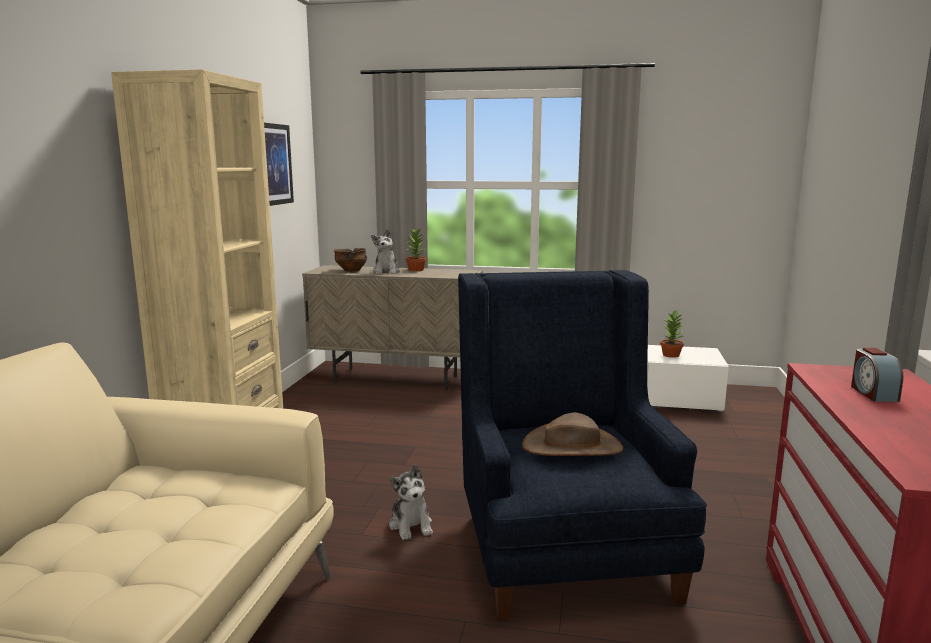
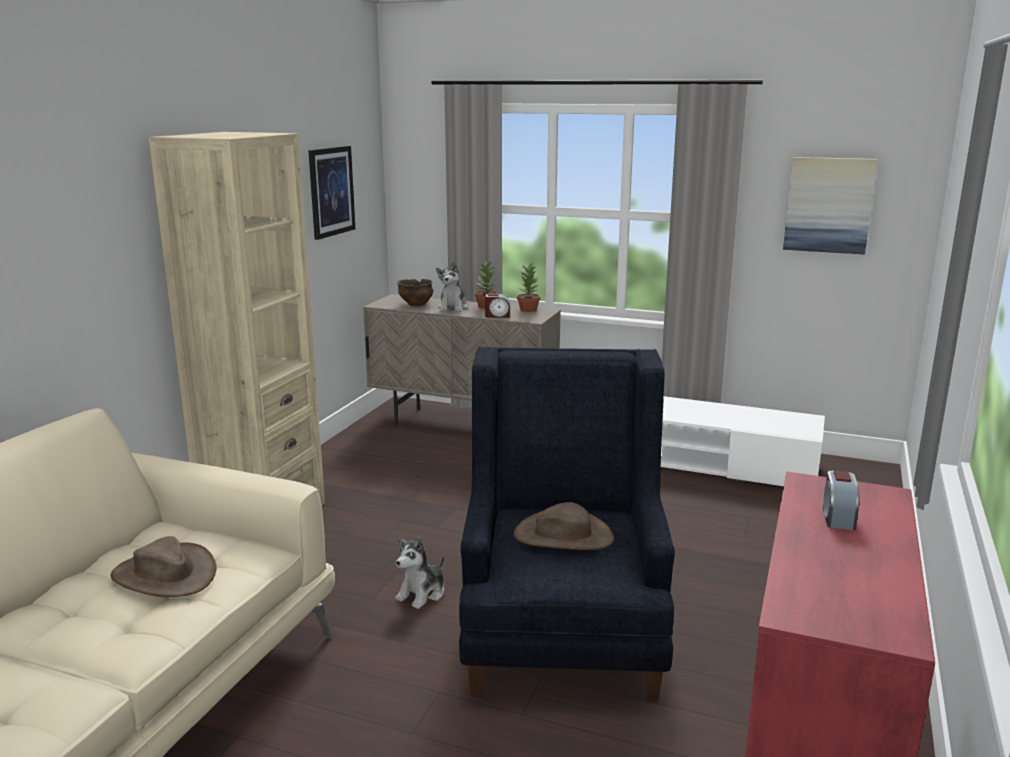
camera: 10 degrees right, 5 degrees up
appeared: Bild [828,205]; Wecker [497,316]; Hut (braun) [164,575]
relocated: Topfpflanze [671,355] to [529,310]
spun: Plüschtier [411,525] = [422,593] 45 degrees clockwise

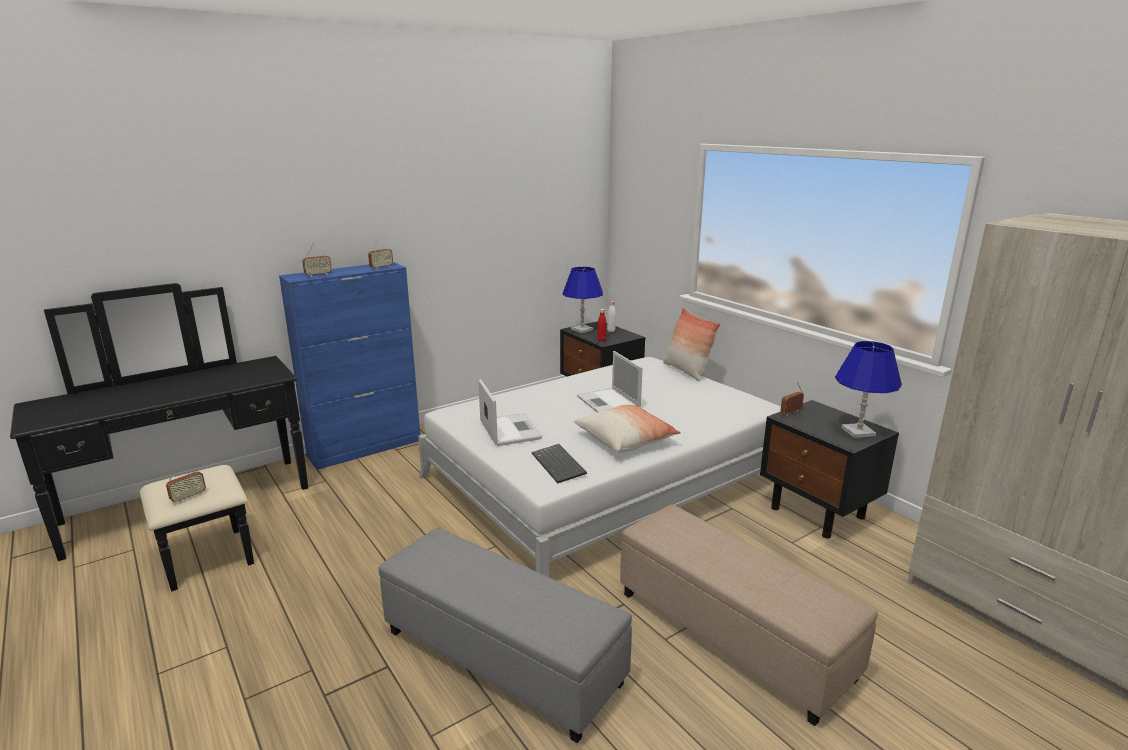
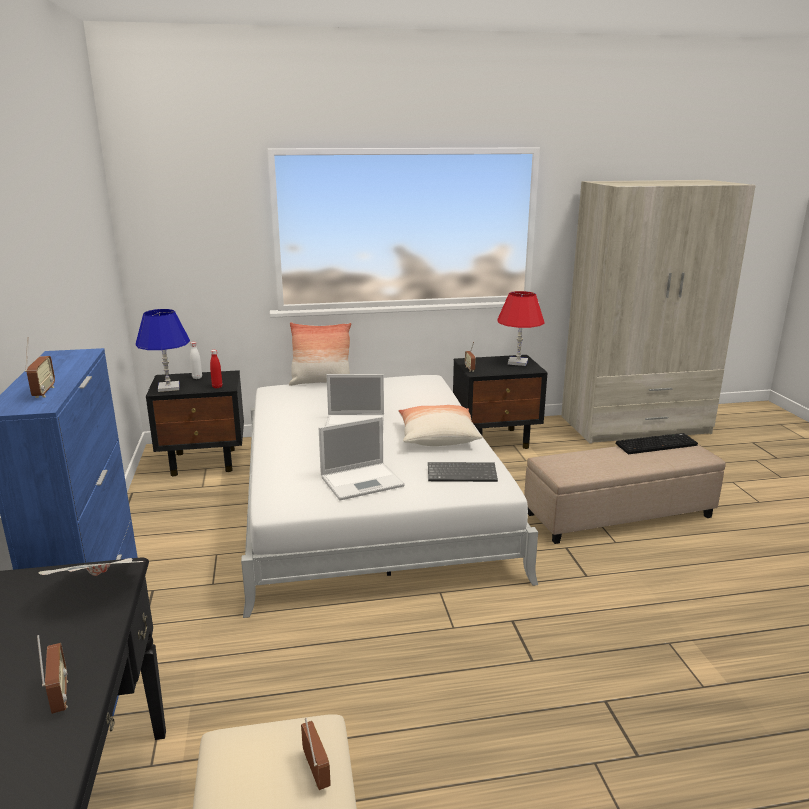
camera: 65 degrees left, 0 degrees up
missing: Polsterhocker (grau) [502,656]
appeared: Tastatur [656,444]; Zeitung [101,588]
relocated: Radio [381,267] to [59,696]
colour: Tischlampe (blau) [858,432] to Tischlampe (rot) [518,362]
spun: Laptop [509,430] = [363,481] 150 degrees clockwise

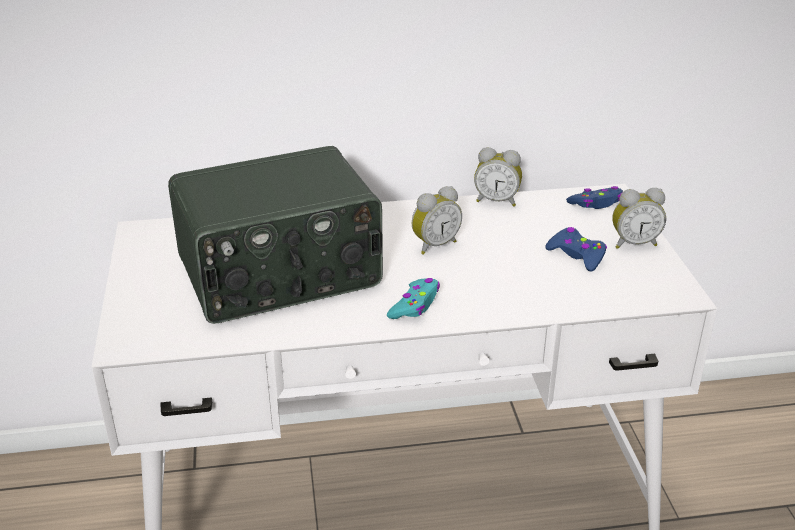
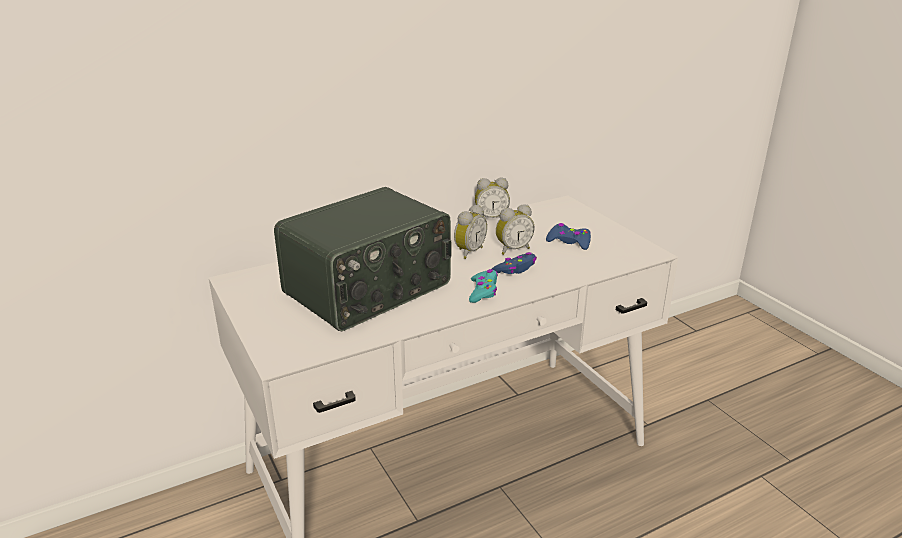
camera: 20 degrees left, 5 degrees down
relocated: Gamepad (blau) [596,203] to [515,269]; Wecker [633,243] to [512,249]

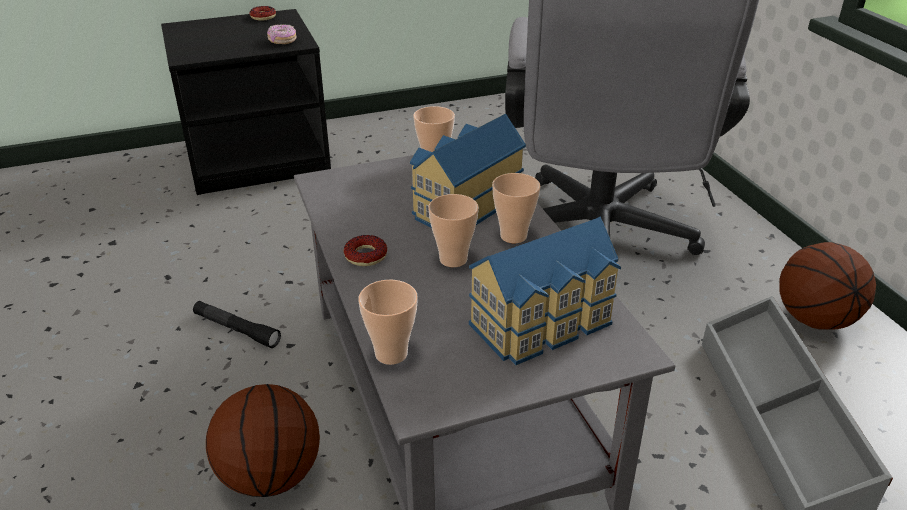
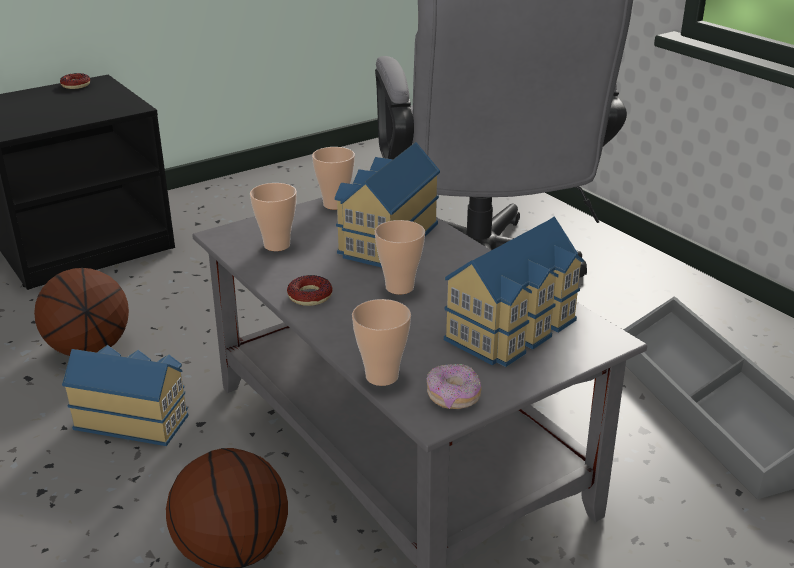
camera: 15 degrees left, 5 degrees down
relocated: Donut [282,41] to [453,397]; Tasse [513,236] to [277,245]; Basketball [814,318] to [89,348]
exchanged: Taschenlampe (schwarz) [236,330] to Spielzeughaus [133,418]

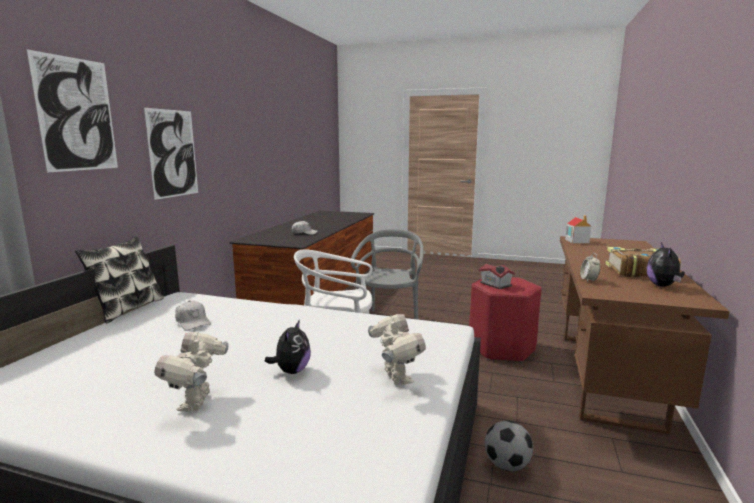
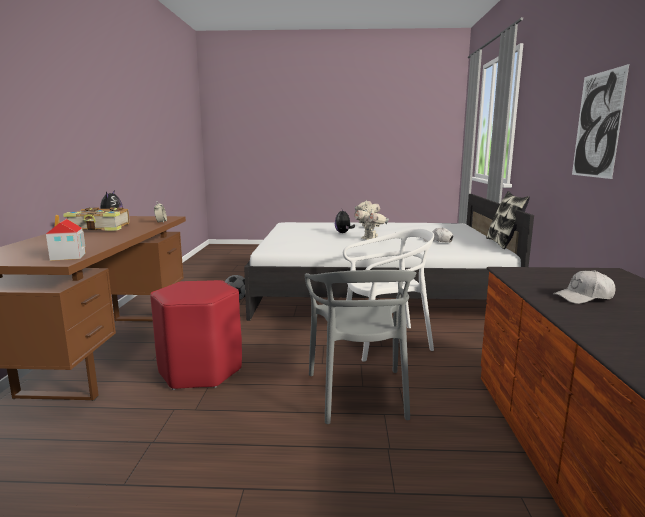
camera: 165 degrees right, 0 degrees up
missing: Bild [76,115]; Spielzeughaus [495,284]
relocated: Spielzeugroboter [395,378] to [370,239]

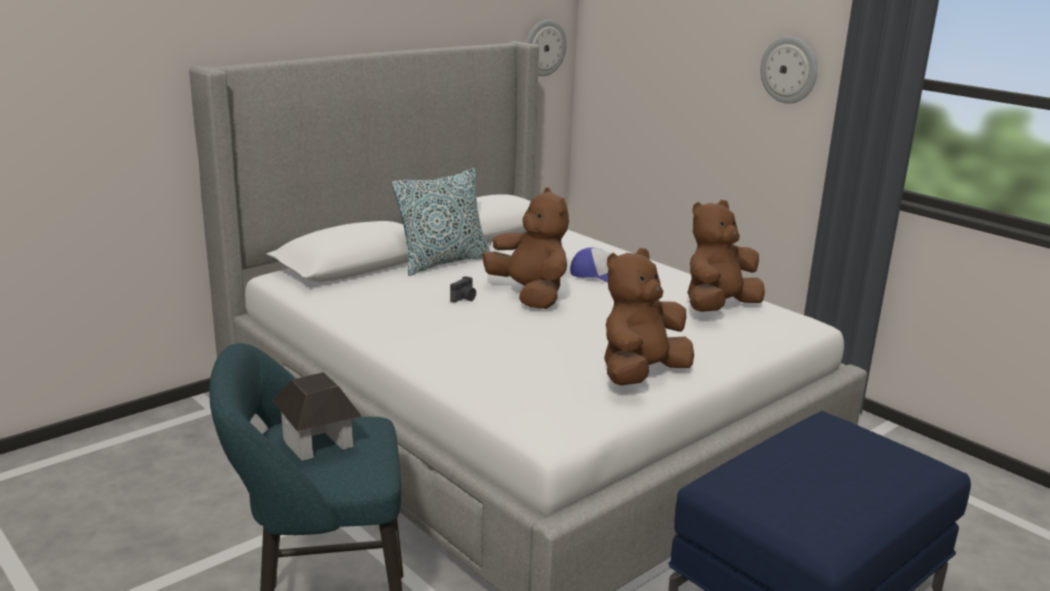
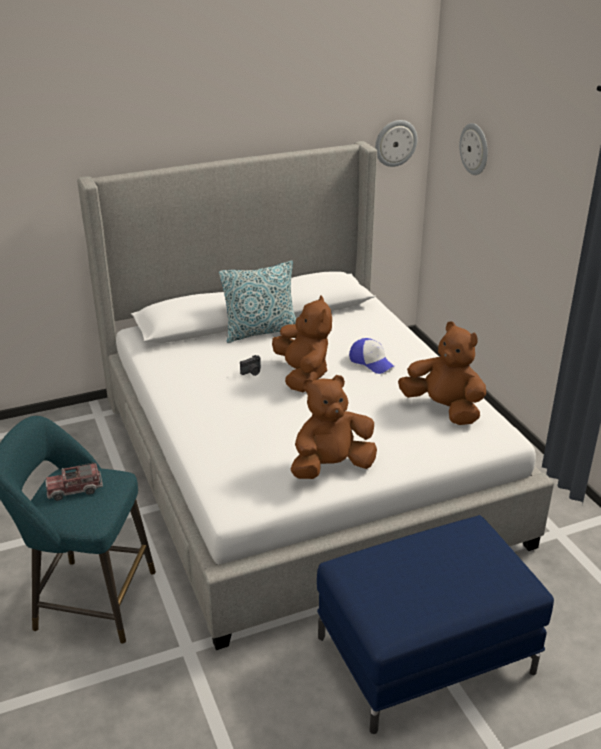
camera: 20 degrees right, 10 degrees up
relocated: Wanduhr [789,70] to [474,149]
exchanged: Spielzeughaus [318,442] to Spielzeuglaster [75,489]
spun: Plüschtier (braun) [718,307] = [443,409] 60 degrees clockwise

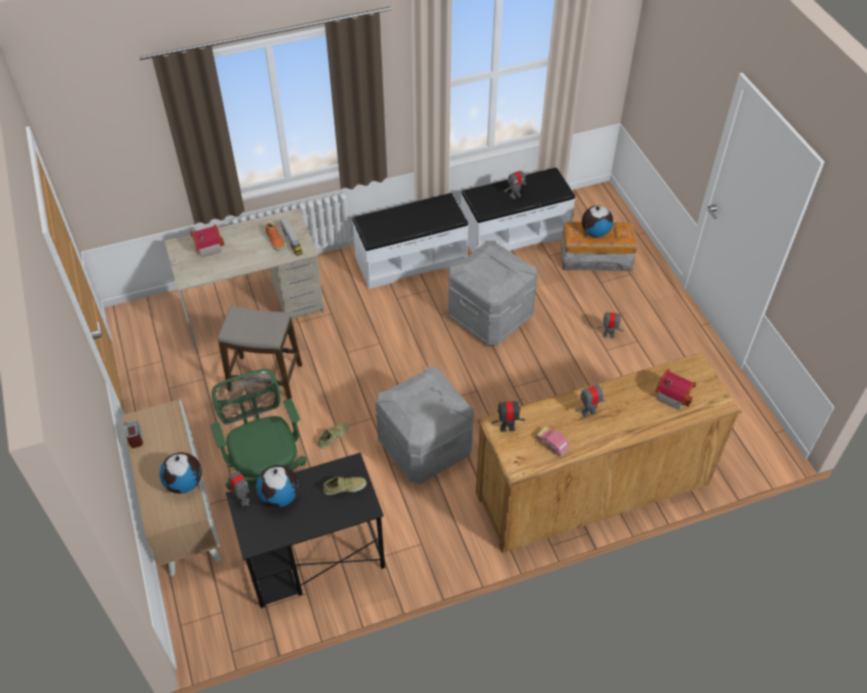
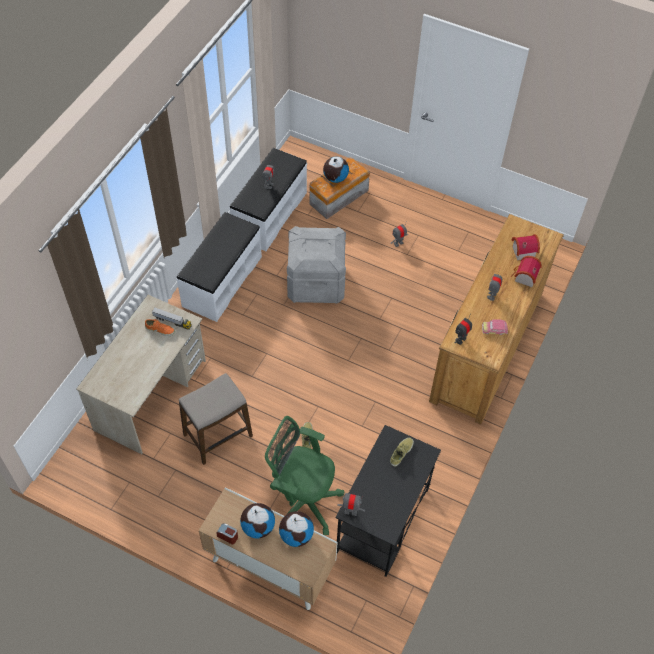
camera: 45 degrees left, 5 degrees up
missing: Aufbewahrungsbox (grau) [425,447]
relocated: Spielzeughaus [207,246] to [524,277]; Globus [280,496] to [258,527]

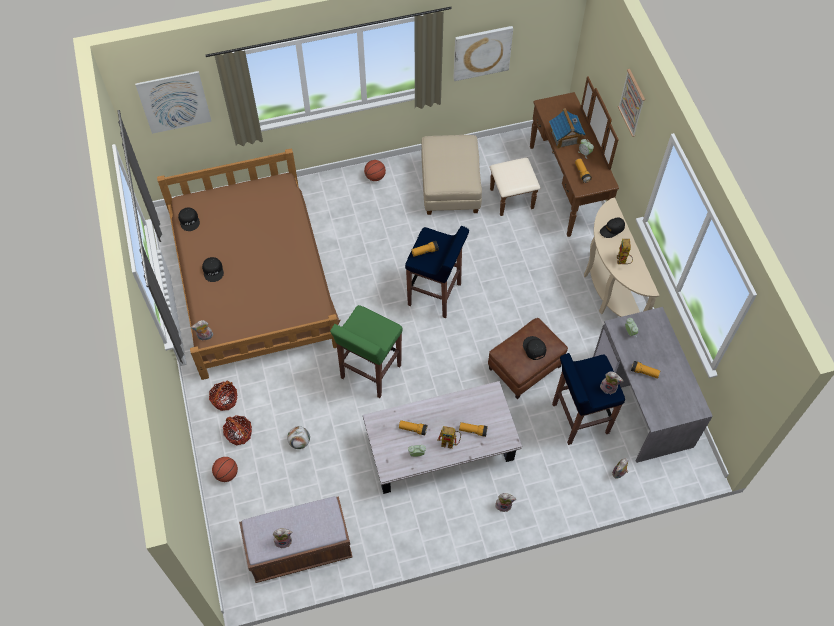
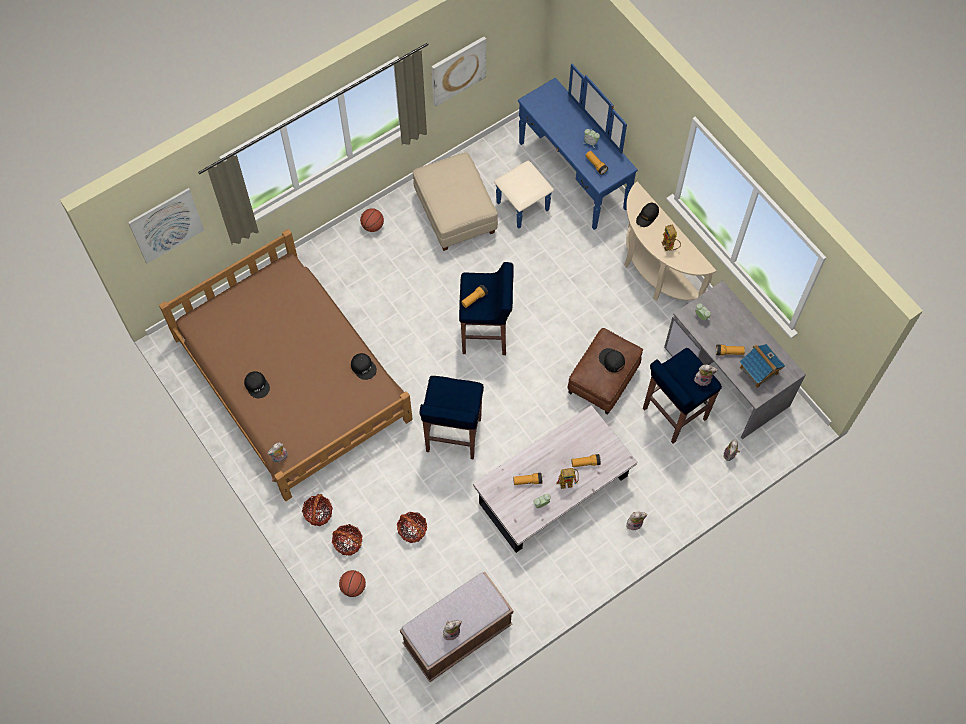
camera: 20 degrees left, 5 degrees up
missing: Bild [632,102]
relocated: Spielzeughaus [565,137] to [759,371]; Kappe (schwarz) [189,220] to [363,367]
exchanged: Fußball [299,442] to Korb [412,530]
colour: Kommode (braun) [554,189] to Kommode (blau) [561,182]; Hocker (grün) [370,372] to Hocker (blau) [453,436]

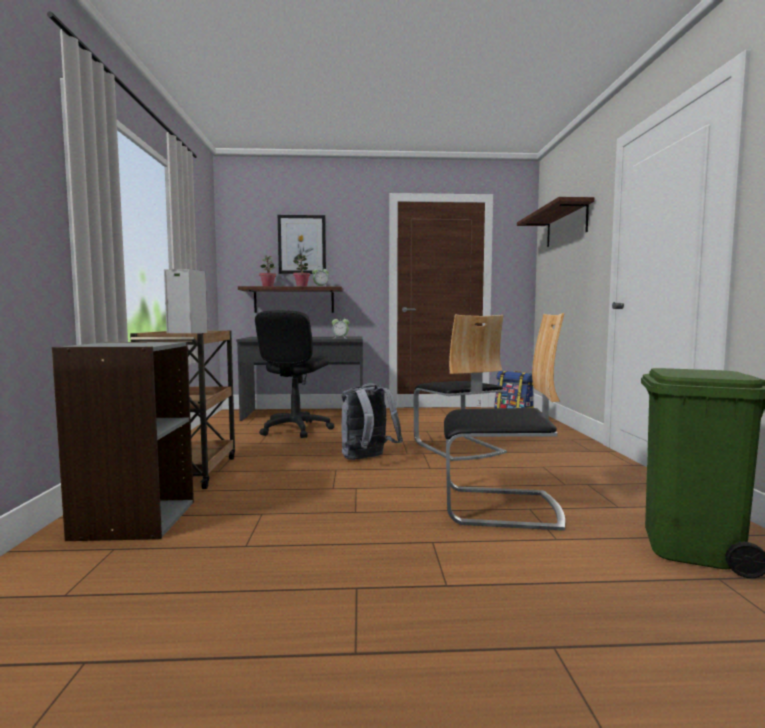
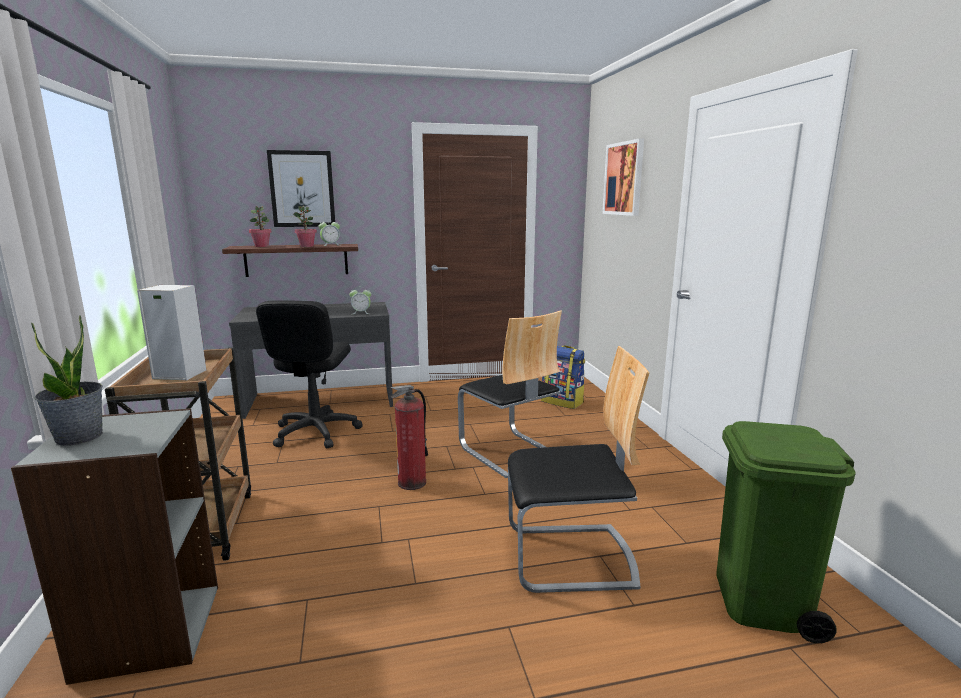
camera: 10 degrees left, 10 degrees up
appeared: Topfpflanze [79,437]
exchanged: Wandregal [566,225] to Bild [624,179]; Rucksack (grau) [367,459] to Feuerlöscher [412,483]

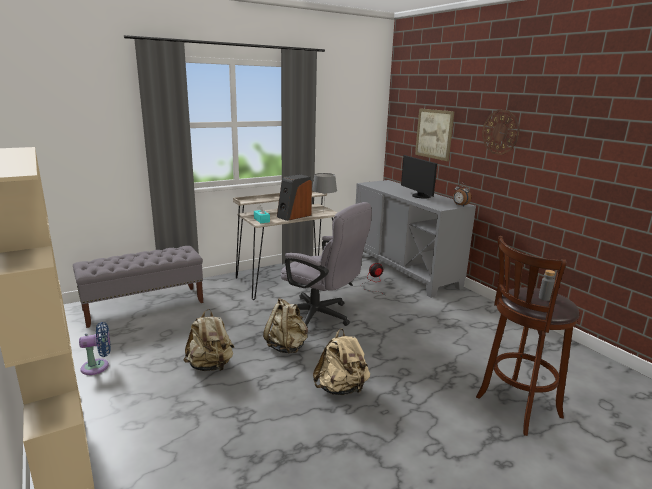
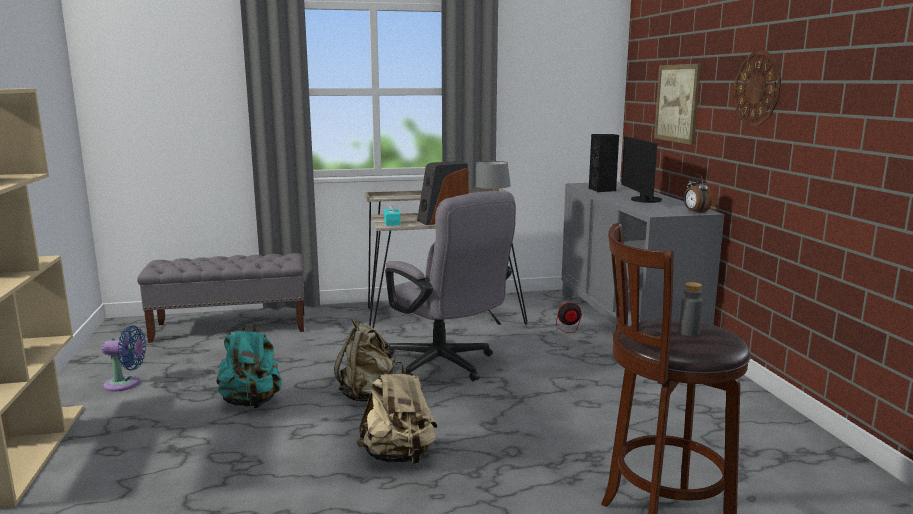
camera: 20 degrees right, 5 degrees down
appeared: Lautsprecher (schwarz) [602,190]
colour: Rucksack (beige) [210,366] to Rucksack (türkis) [251,403]

